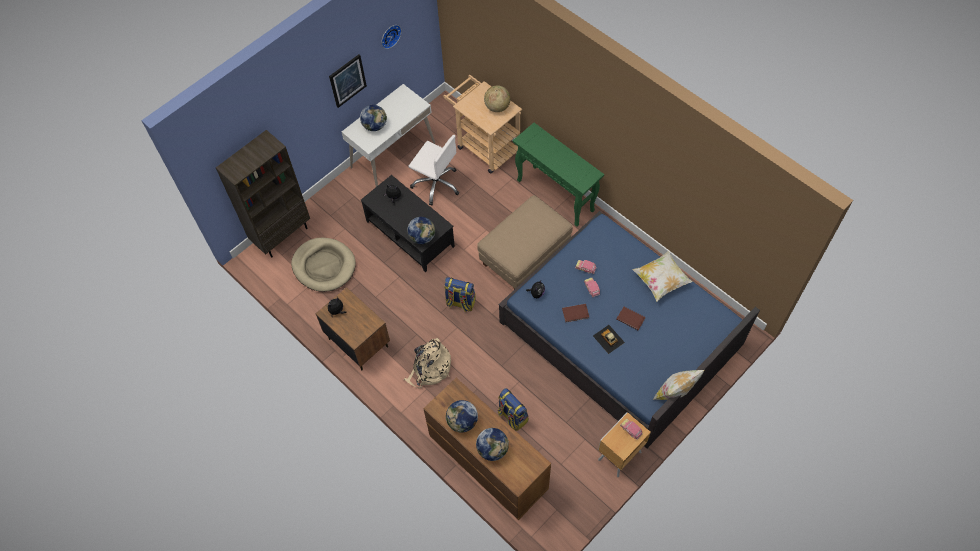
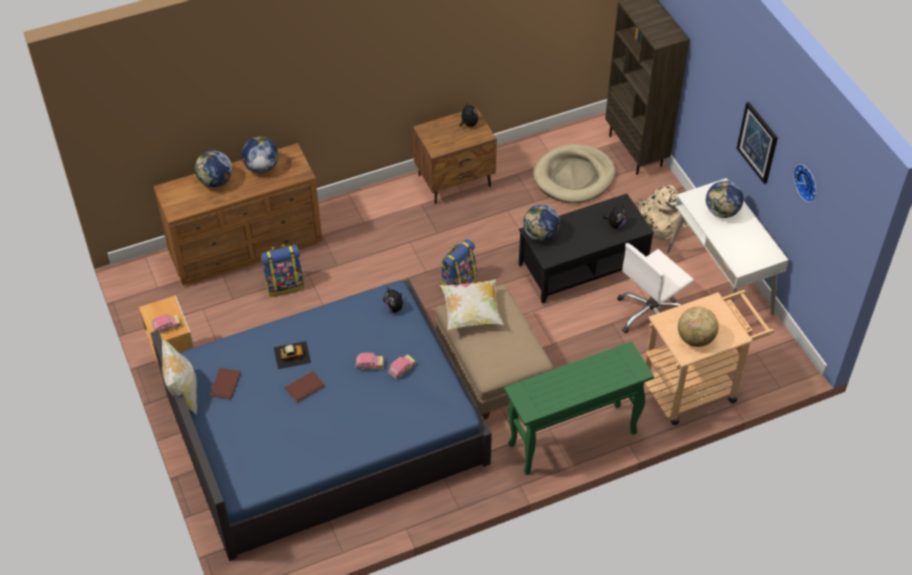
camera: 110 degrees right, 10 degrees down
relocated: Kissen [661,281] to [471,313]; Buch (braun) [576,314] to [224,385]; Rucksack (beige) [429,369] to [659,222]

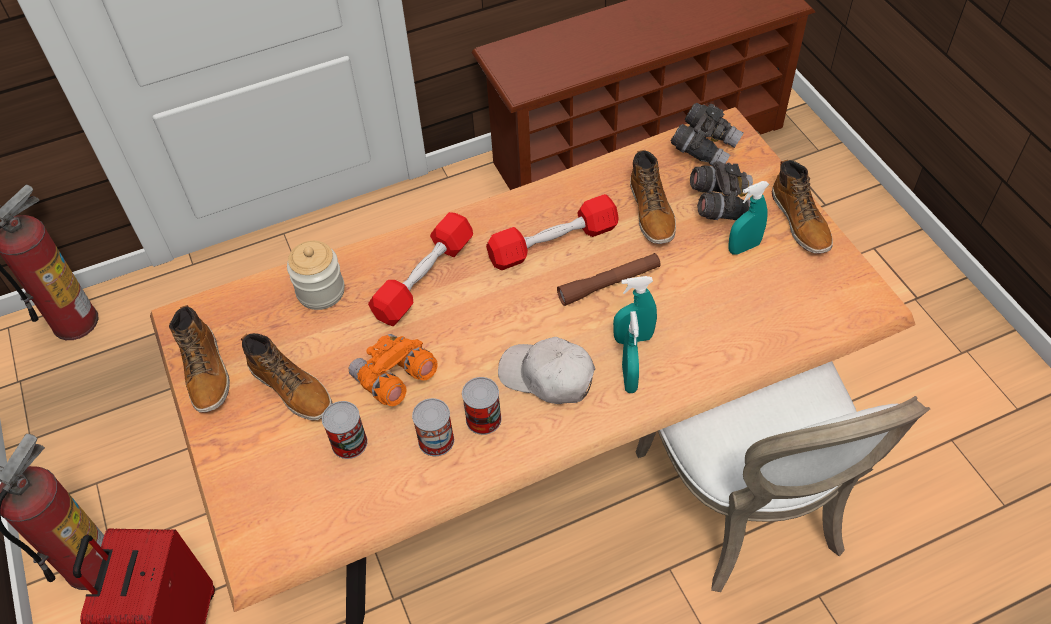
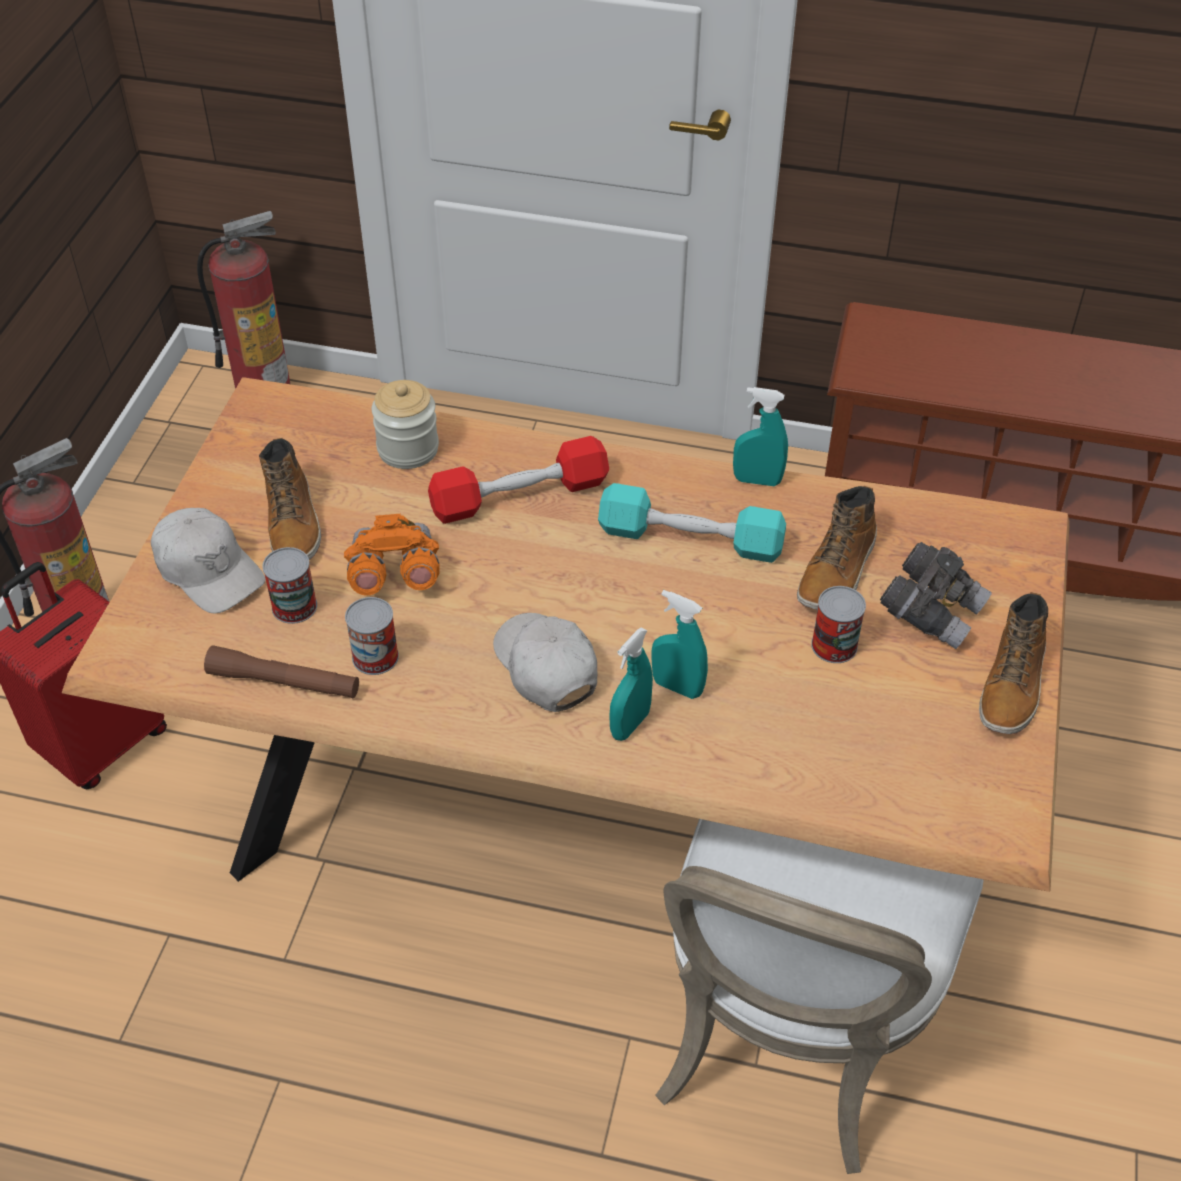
camera: 35 degrees right, 5 degrees down
missing: Fernglas (grau) [705,148]; Stiefel [206,372]
appeared: Kappe (weiß) [208,570]
relocated: Sprühflasche (türkis) [744,247] to [757,480]; Taschenlampe (braun) [609,284] to [284,682]; Dose [483,419] to [834,645]
colour: Hantel (rot) [553,243] to Hantel (türkis) [690,539]

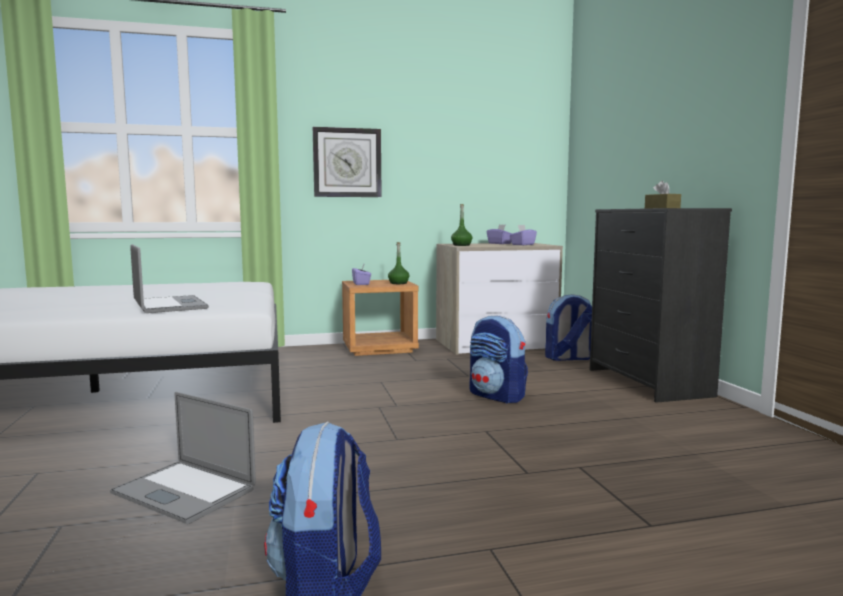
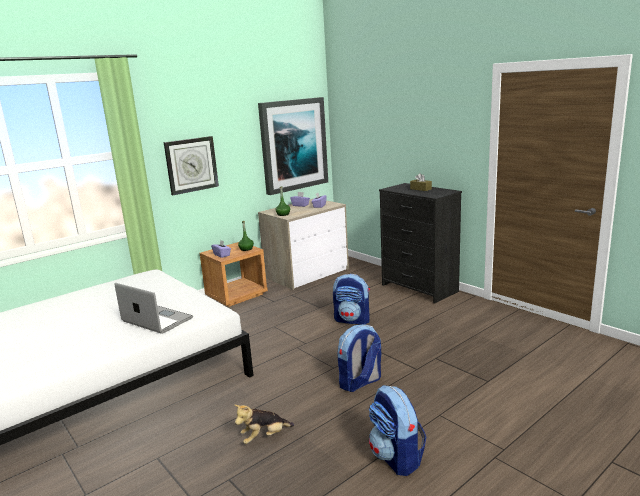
camera: 25 degrees left, 10 degrees up
appeared: Bild [293,145]
relocated: Rucksack [568,358] to [360,383]
exchanged: Laptop [184,491] to Plüschtier [264,437]

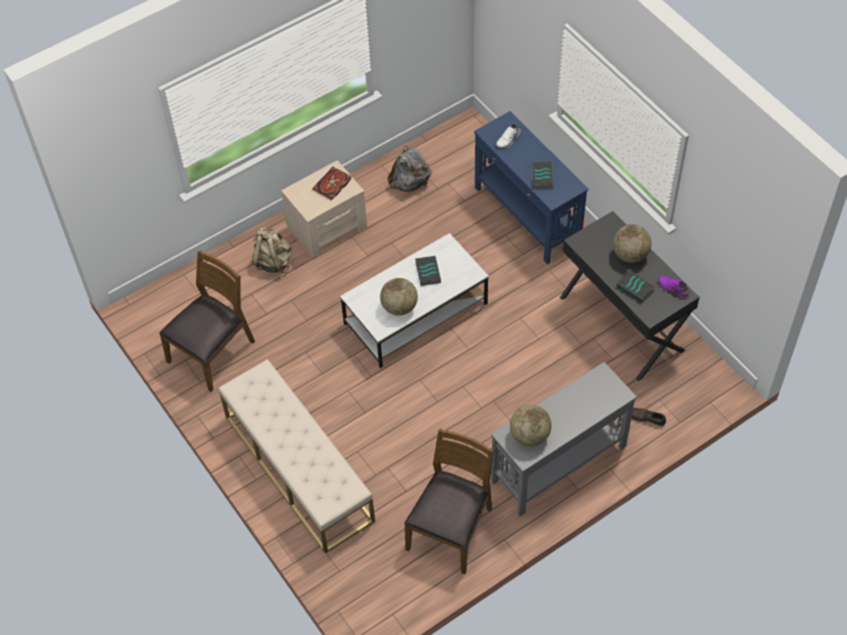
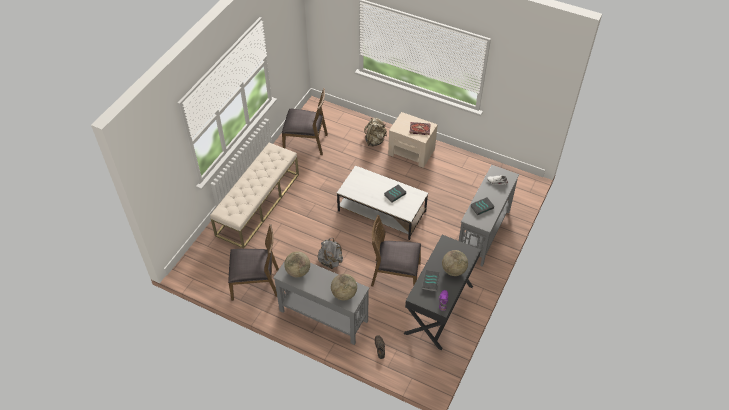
camera: 60 degrees right, 5 degrees down
appeared: Stuhl (braun) [395,275]
relocated: Rucksack (grau) [410,183] to [330,261]; Globus [399,307] to [344,294]
colour: Konsolentisch (blau) [527,216] to Konsolentisch (grau) [483,233]

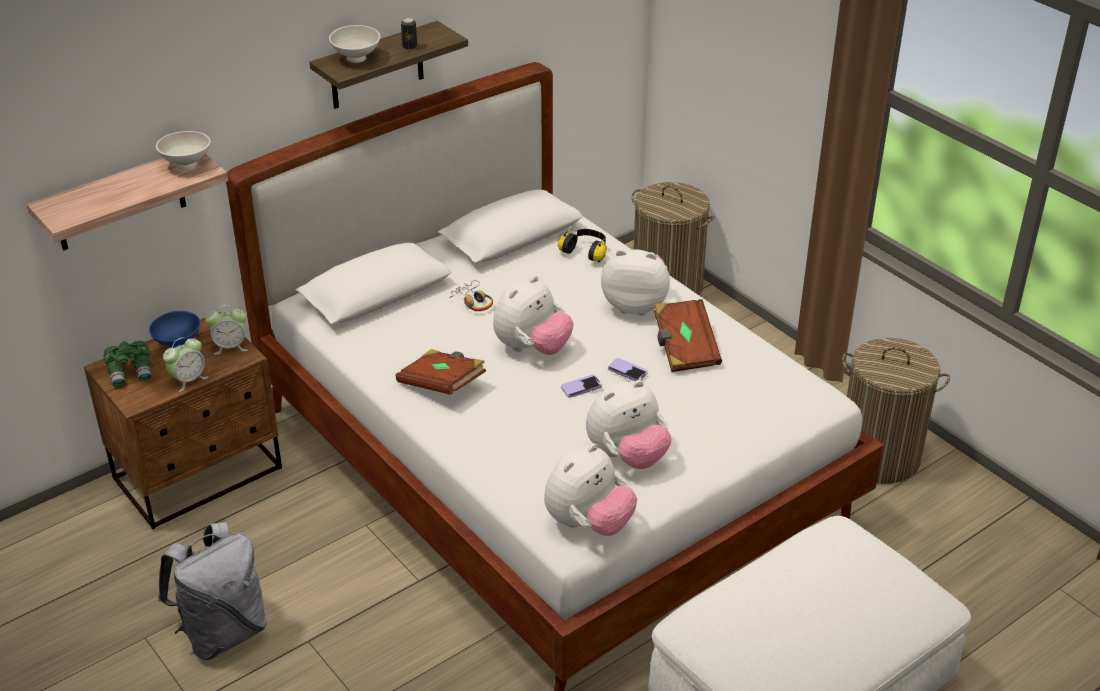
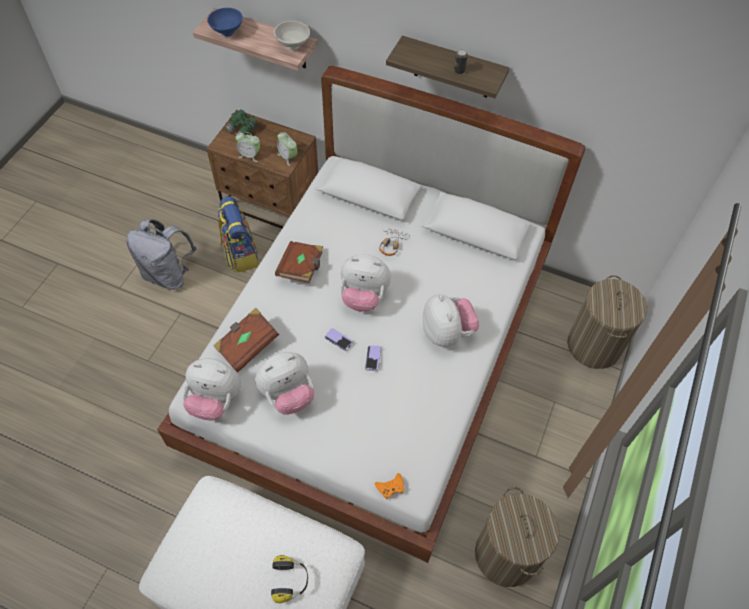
camera: 60 degrees right, 20 degrees up
missing: Schüssel (weiß) [358,58]
appeared: Rucksack [240,253]; Gamepad (orange) [390,487]
relocated: Kopfhörer [586,252] to [290,580]; Buch (braun) [684,348] to [247,345]; Schüssel (blau) [178,345] to [226,32]
spun: Plüschtier [627,456] = [288,394] 60 degrees counterclockwise

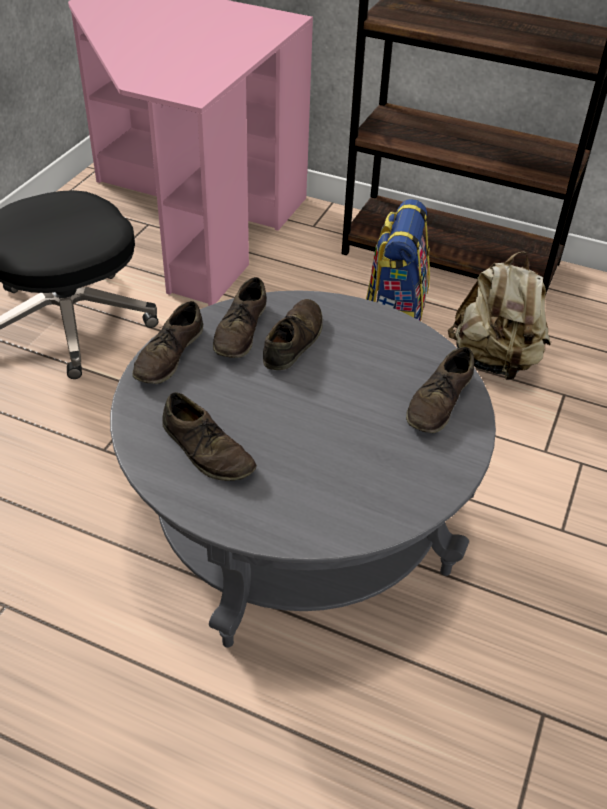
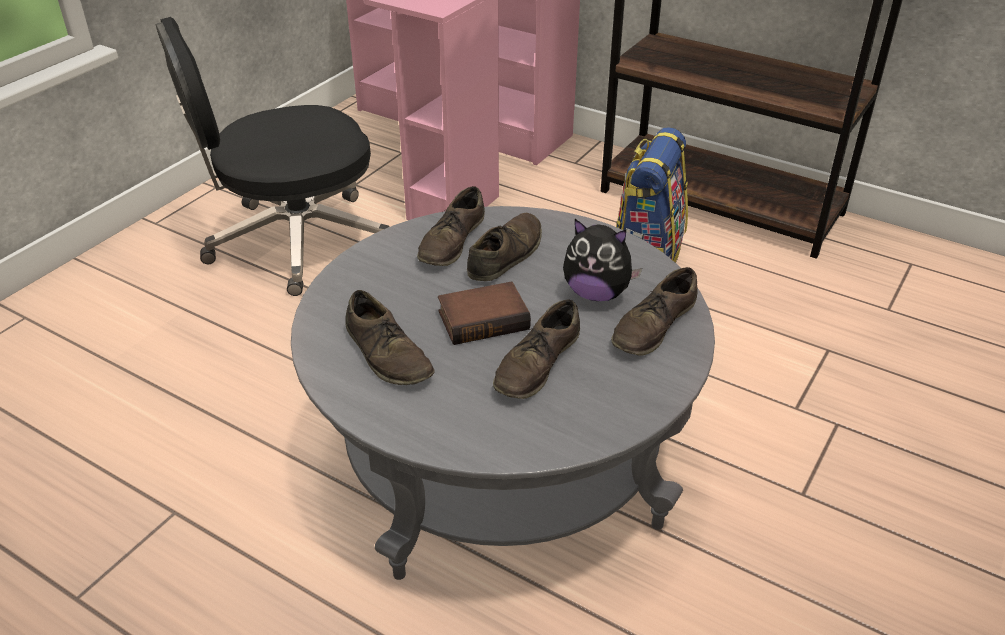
camera: 10 degrees right, 5 degrees down
missing: Rucksack (beige) [494,361]
appeared: Plüschtier [597,293]; Buch [484,318]
relocated: Schuh (braun) [169,355] to [537,364]

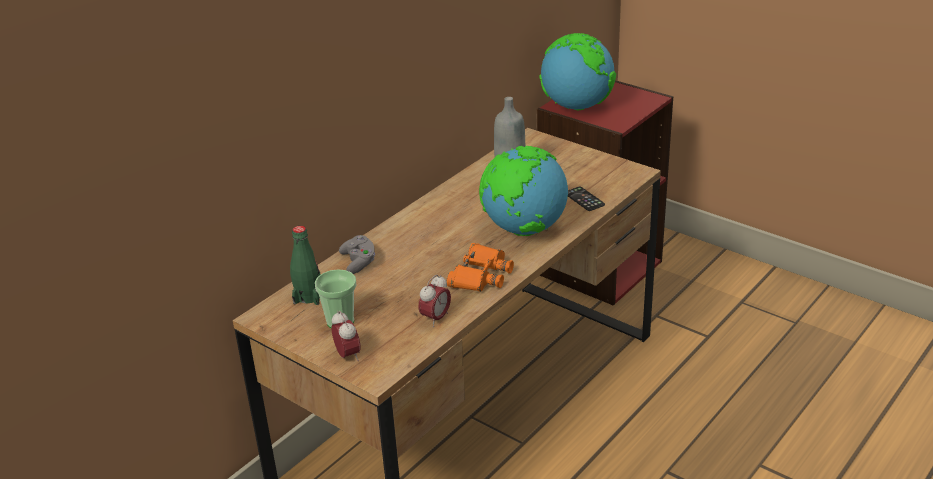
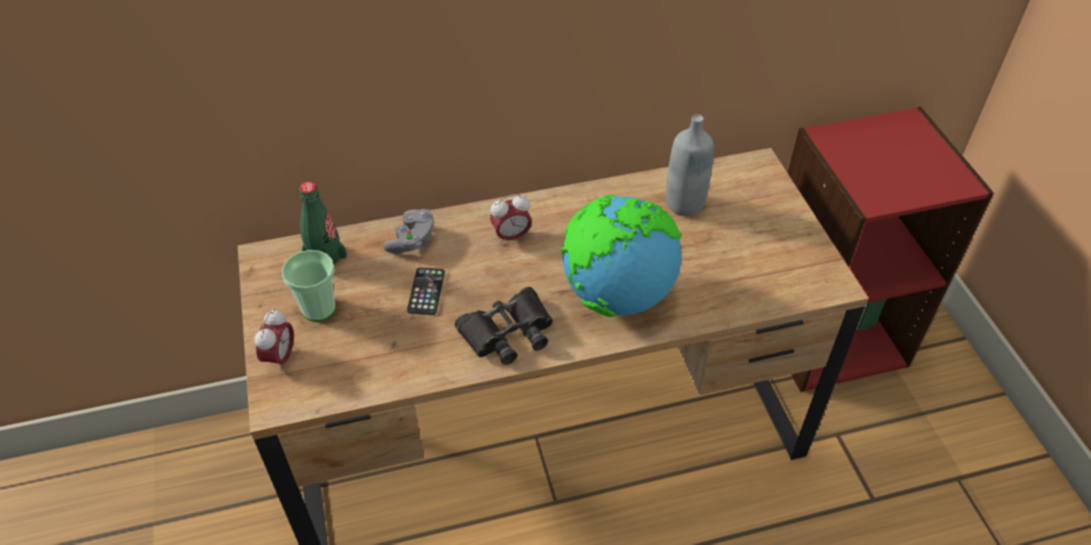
camera: 35 degrees right, 15 degrees up
missing: Globus [576,106]
relocated: Handy [584,199] to [426,291]; Wecker [436,318] to [511,236]
colour: Fernglas (orange) [480,275] to Fernglas (schwarz) [508,332]

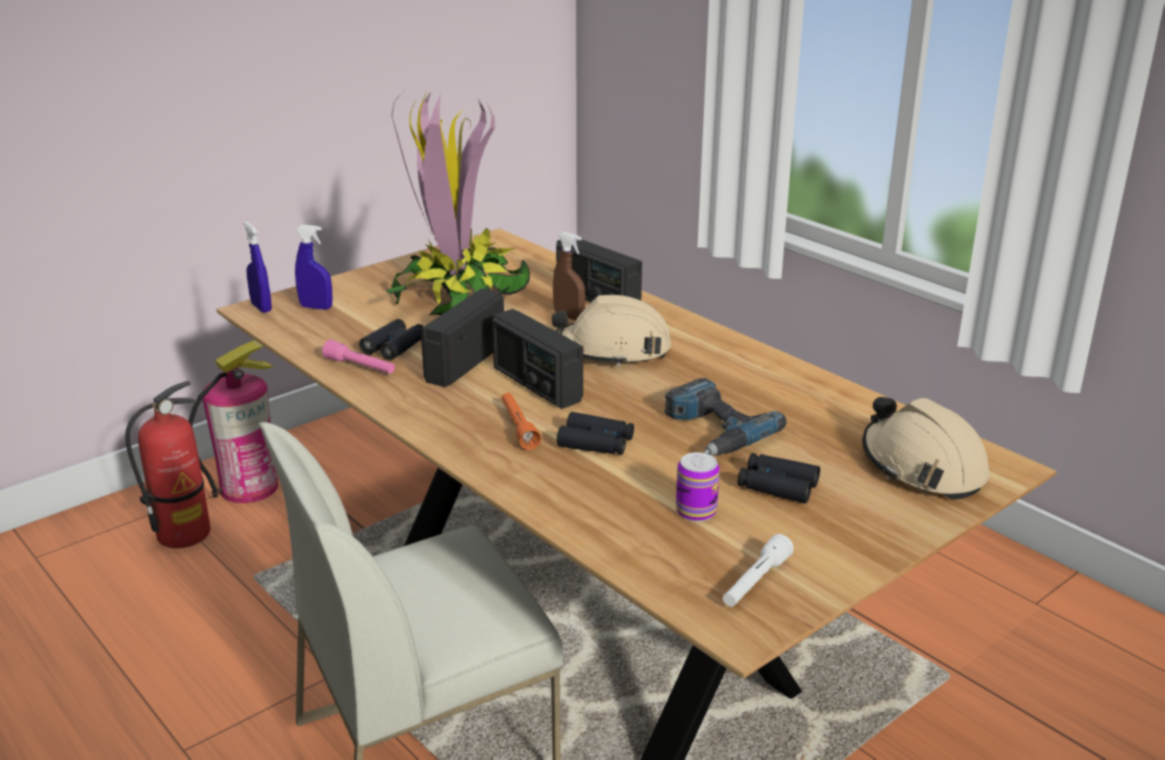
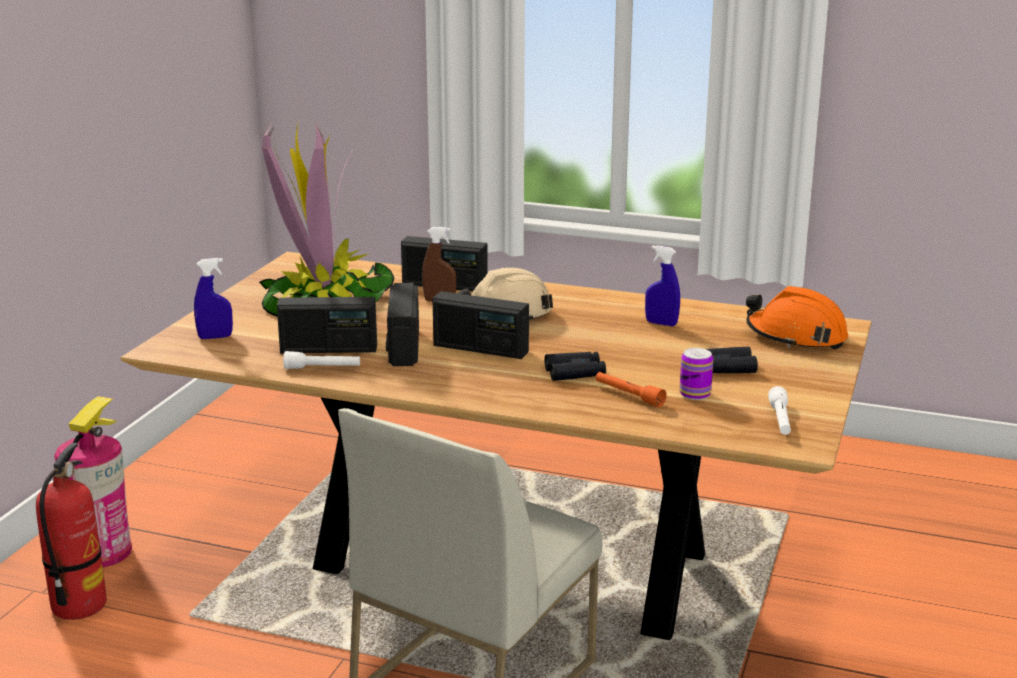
camera: 30 degrees left, 5 degrees down
missing: Bohrmaschine [713,430]
relocated: Sprühflasche (blau) [261,307] to [661,323]; Taschenlampe (orange) [518,427] to [628,395]
exchanged: Fernglas (schwarz) [394,346] to Radio [329,349]
colour: Taschenlampe (rosa) [360,367] to Taschenlampe (weiß) [322,368]; Schutzhelm (beige) [922,466] to Schutzhelm (orange) [796,336]

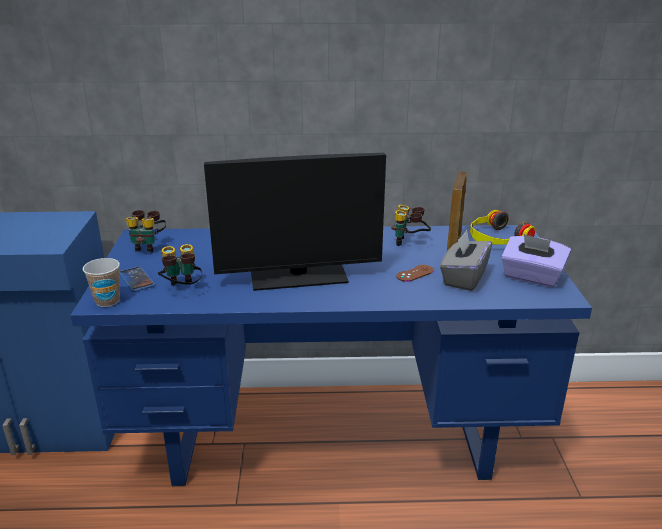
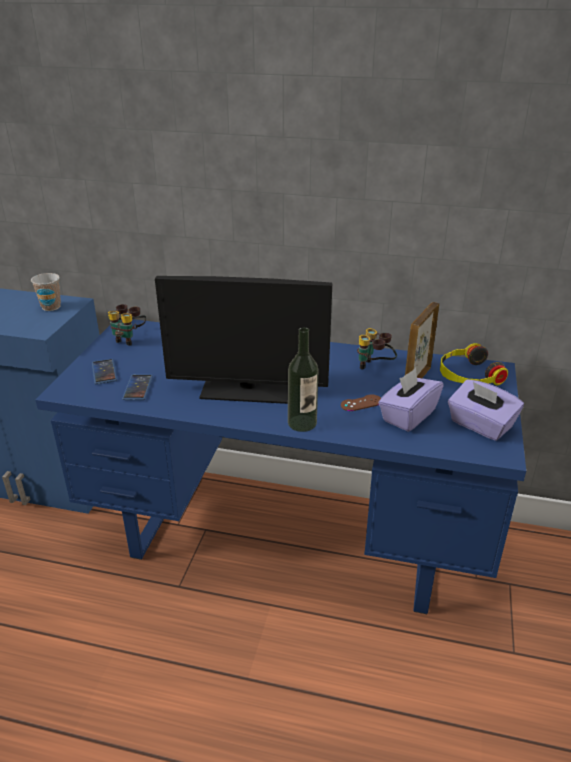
camera: 15 degrees right, 5 degrees up
appeared: Flasche [302,423]
relocated: Tasse [107,301] to [51,307]
exchanged: Fernglas [182,289] to Handy [138,388]
colour: Taschentuchbox (grau) [463,278] to Taschentuchbox (lila) [408,416]

